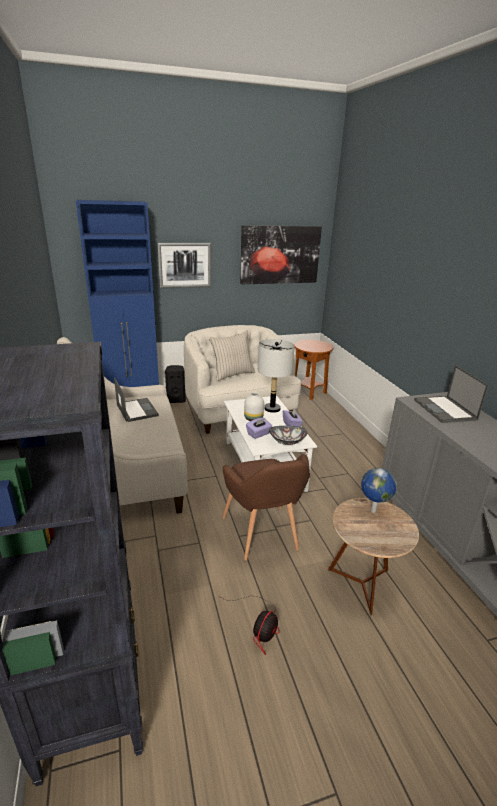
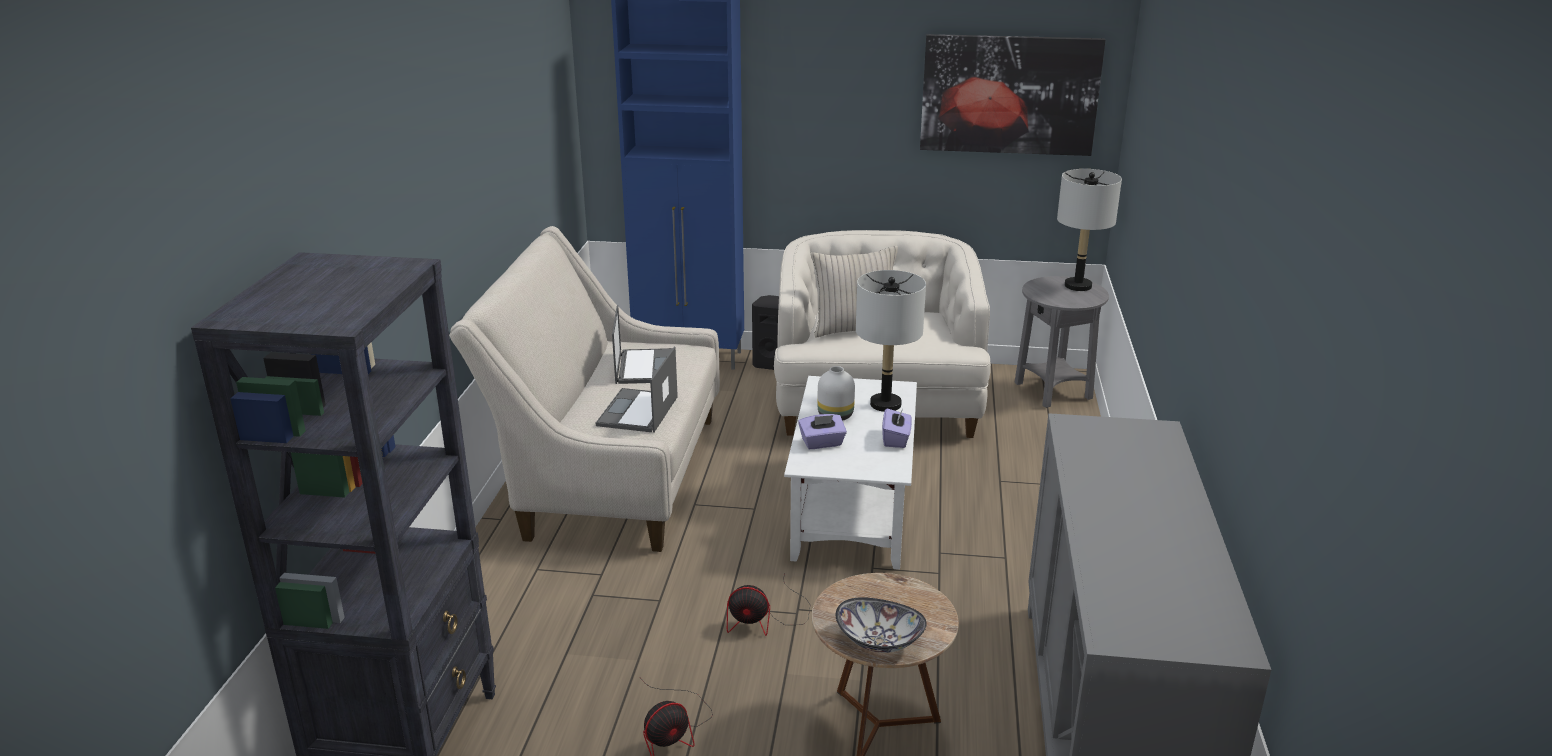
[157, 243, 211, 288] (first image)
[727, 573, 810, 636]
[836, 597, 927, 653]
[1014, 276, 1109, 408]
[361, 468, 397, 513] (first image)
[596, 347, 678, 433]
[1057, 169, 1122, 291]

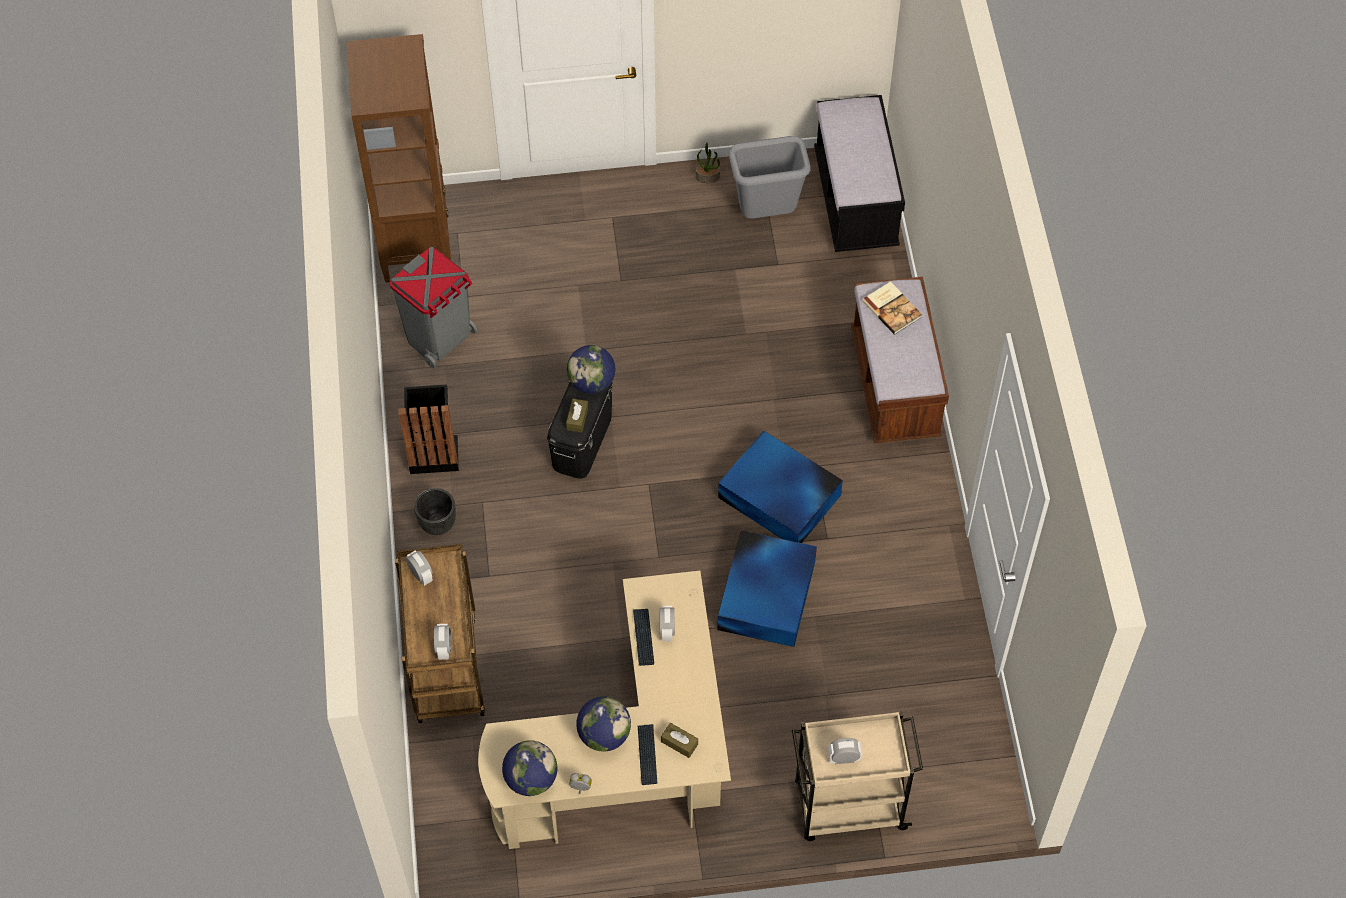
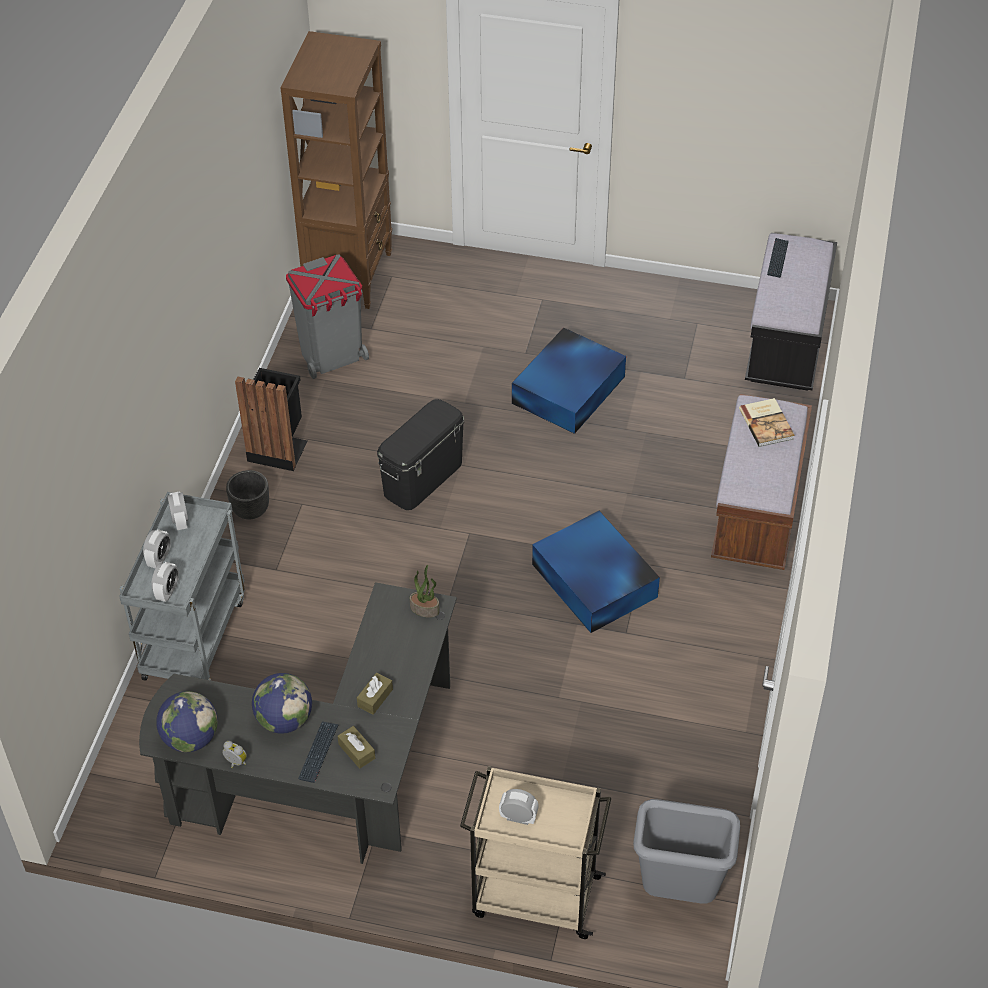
[119, 492, 245, 681]
[139, 582, 457, 864]
[357, 673, 393, 715]
[567, 345, 615, 394] (first image)
[767, 238, 789, 278]
[143, 529, 171, 568]
[410, 565, 440, 618]
[512, 327, 626, 434]
[633, 799, 740, 904]

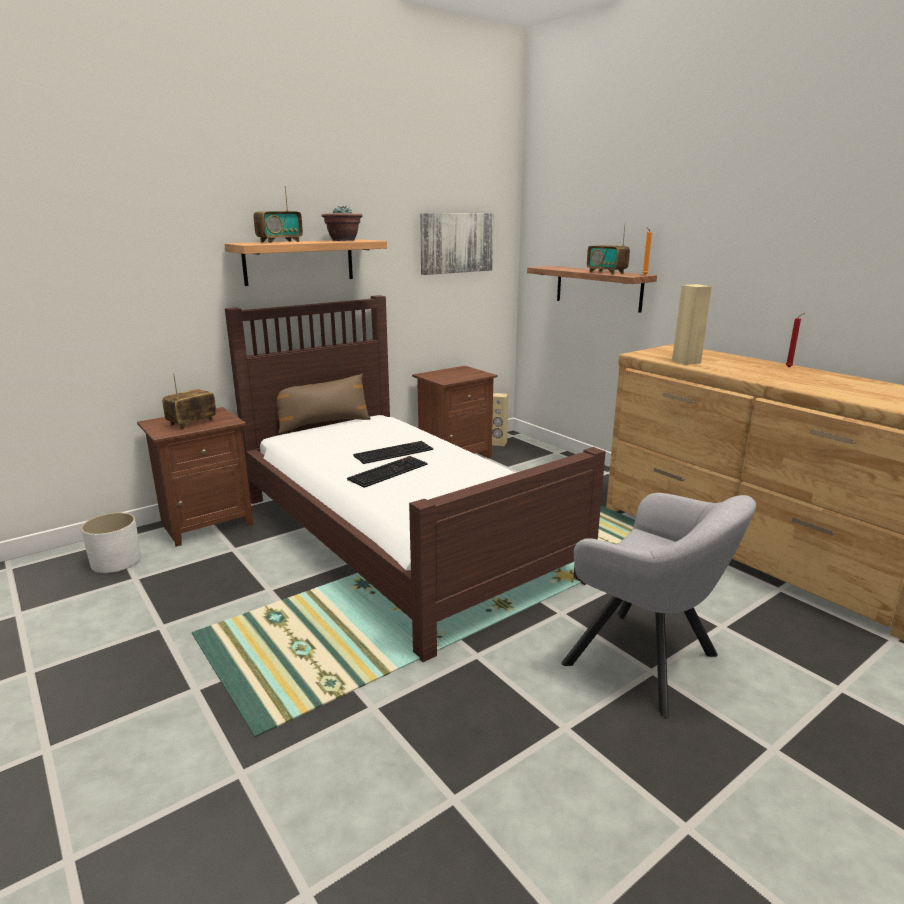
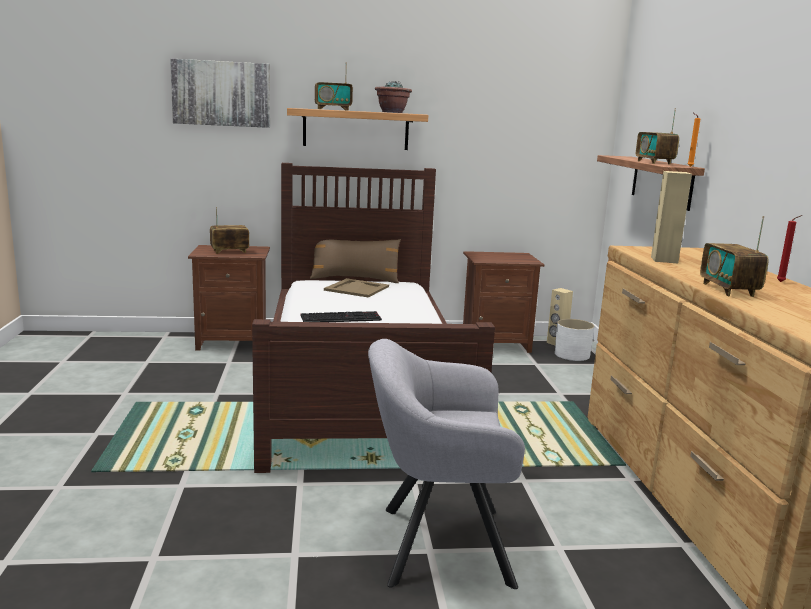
[555, 319, 595, 361]
[353, 441, 433, 464] (first image)
[170, 58, 270, 128]
[368, 339, 525, 589]
[324, 278, 389, 297]
[700, 216, 768, 297]

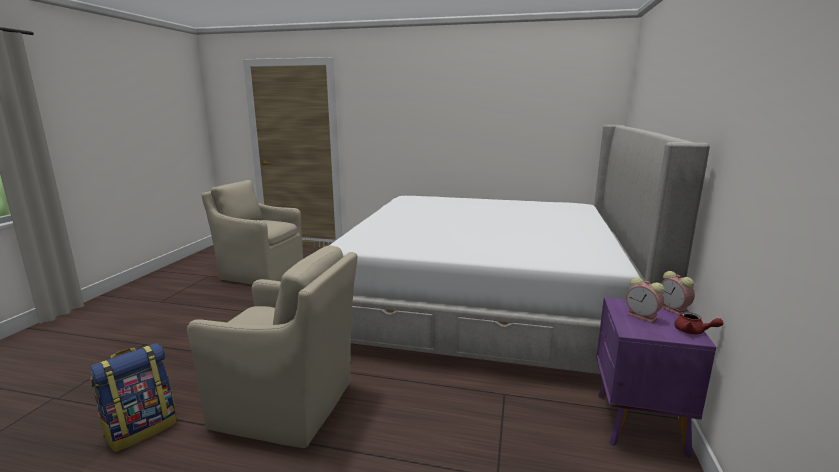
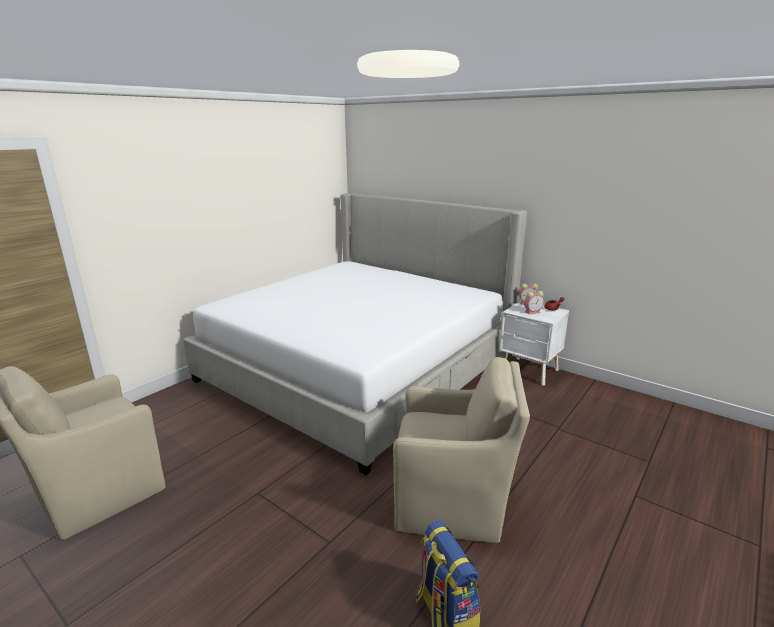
[393, 357, 530, 543]
[499, 300, 569, 386]

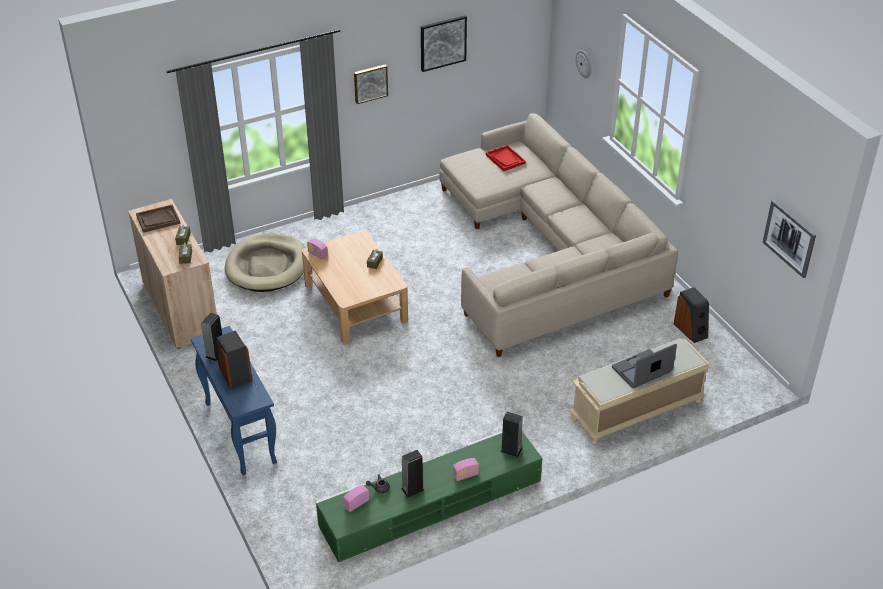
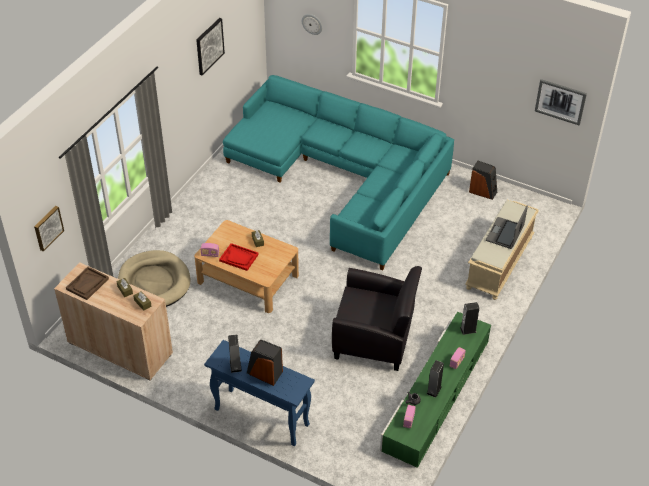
[34, 206, 64, 252]
[223, 75, 454, 271]
[219, 243, 259, 271]
[332, 266, 422, 371]

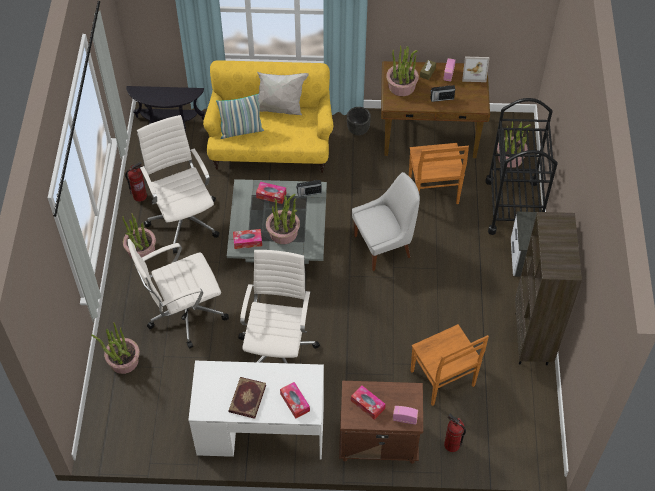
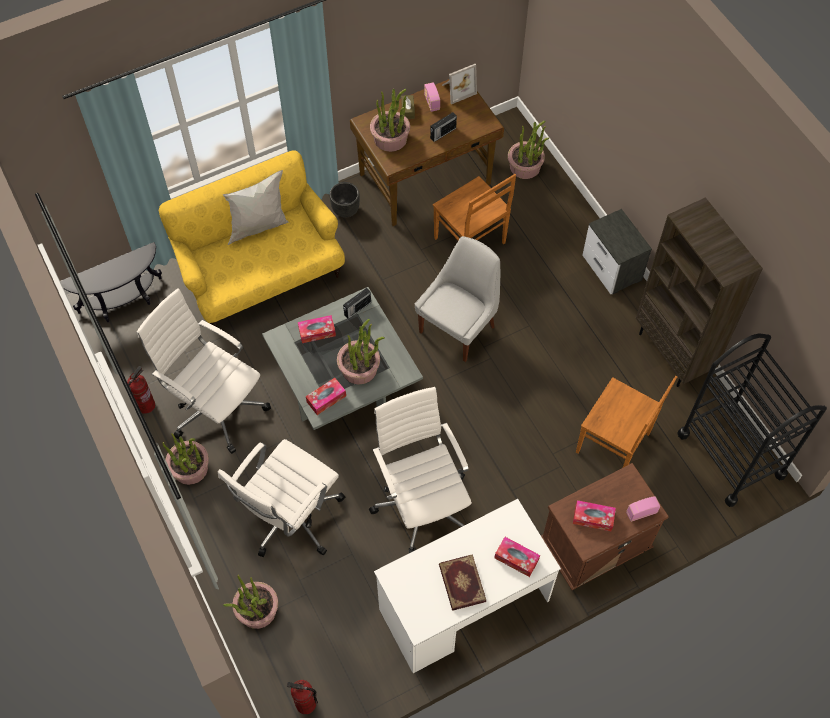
[216, 94, 264, 139] (first image)
[287, 680, 318, 714]
[677, 334, 827, 507]

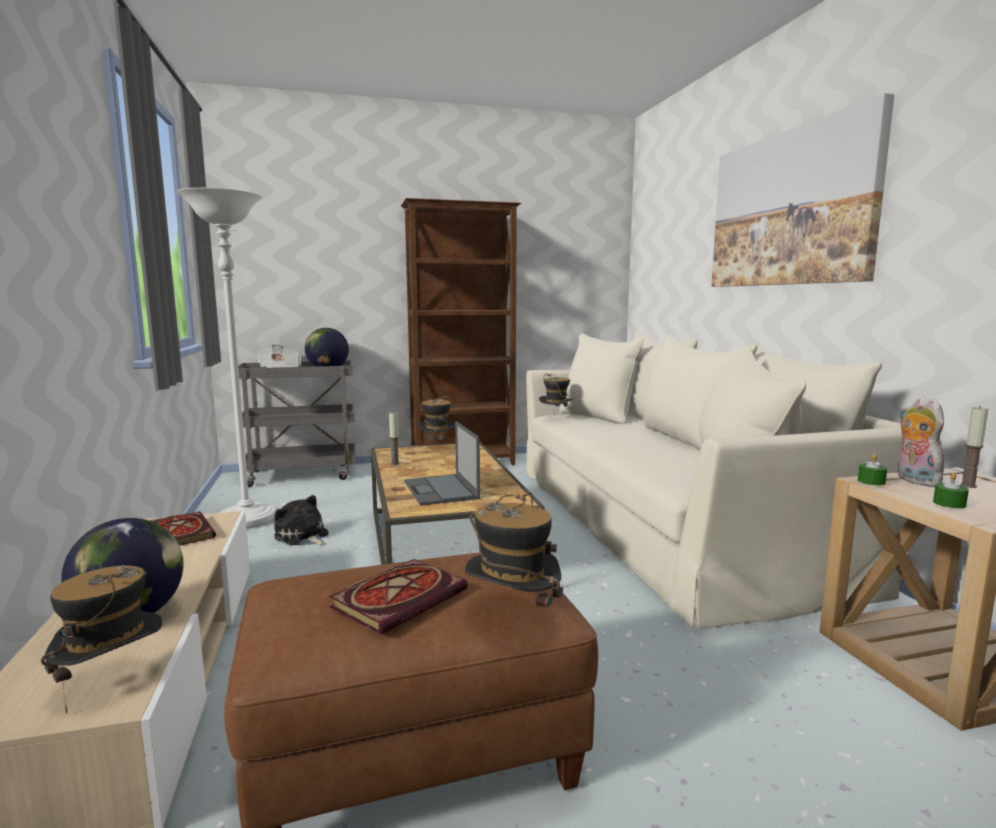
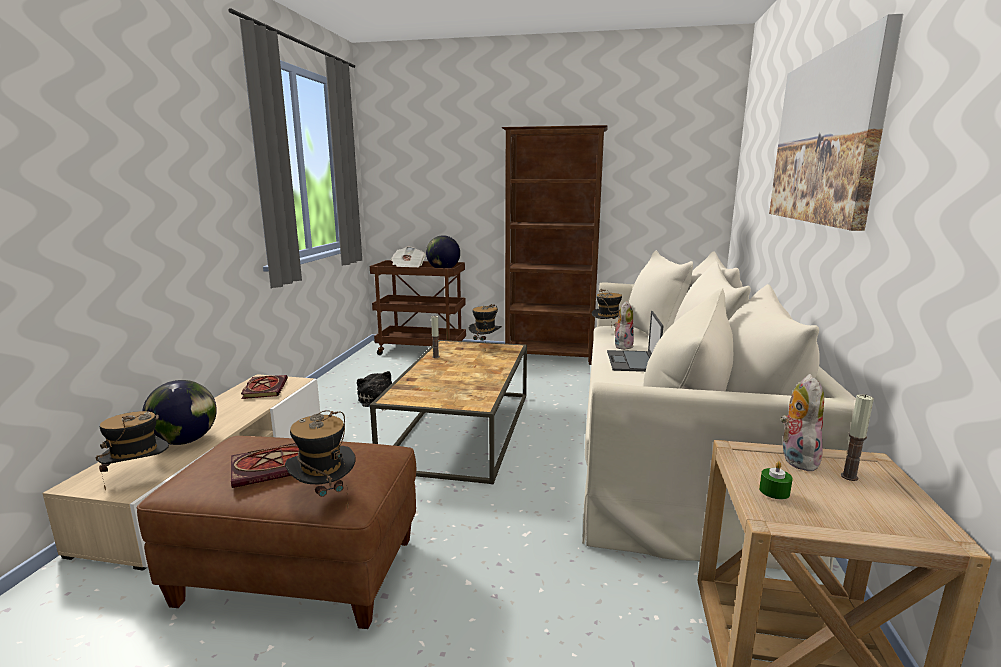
[176, 188, 276, 528] (first image)
[370, 260, 466, 355]
[607, 311, 663, 372]
[858, 454, 887, 485] (first image)
[613, 301, 634, 350]

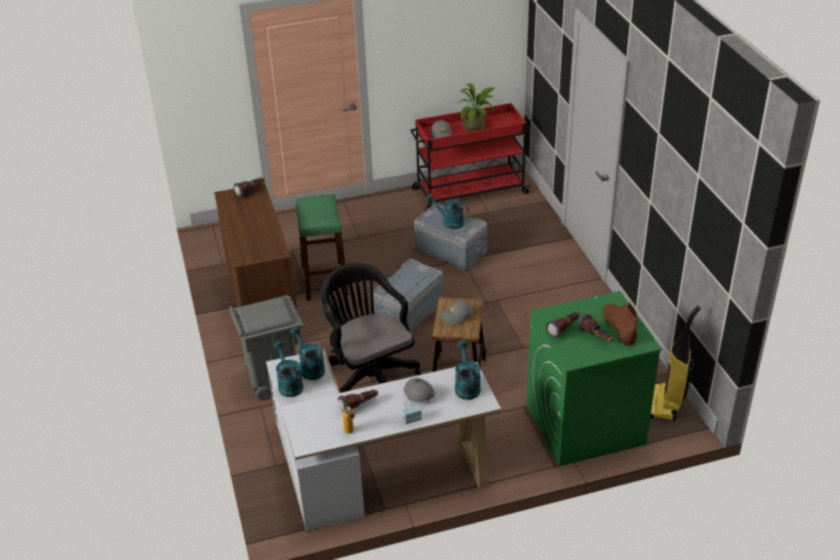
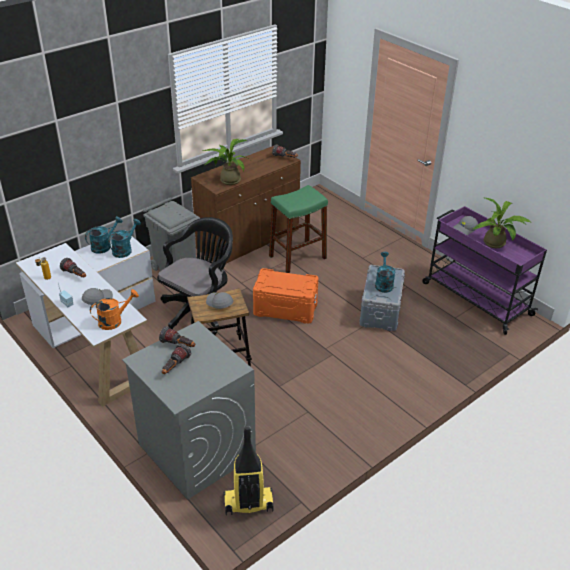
[253, 268, 318, 324]
[422, 206, 547, 335]
[90, 289, 139, 330]
[122, 321, 256, 500]
[603, 303, 638, 346] (first image)
[202, 139, 250, 185]

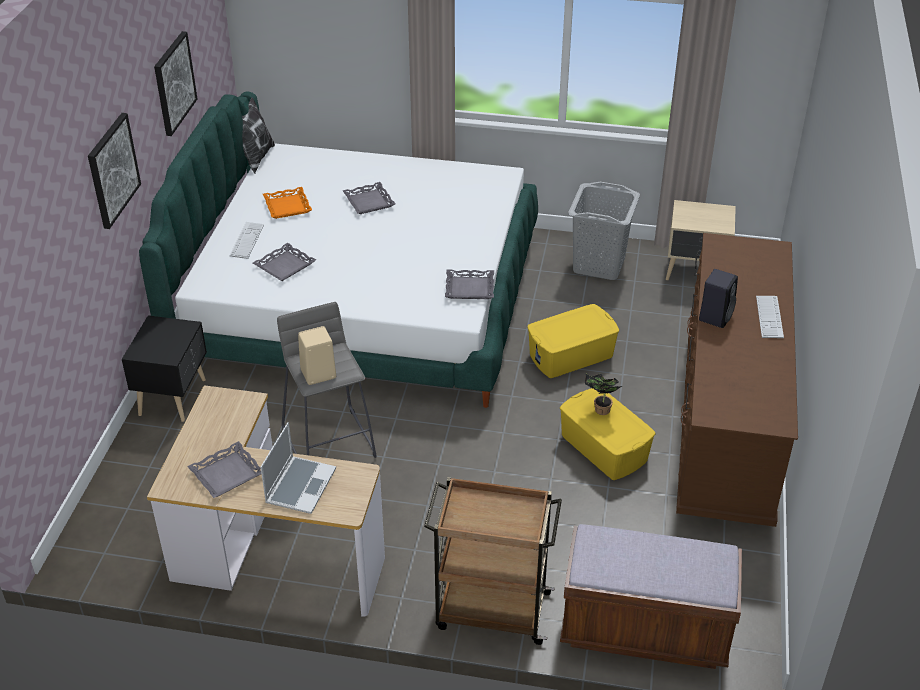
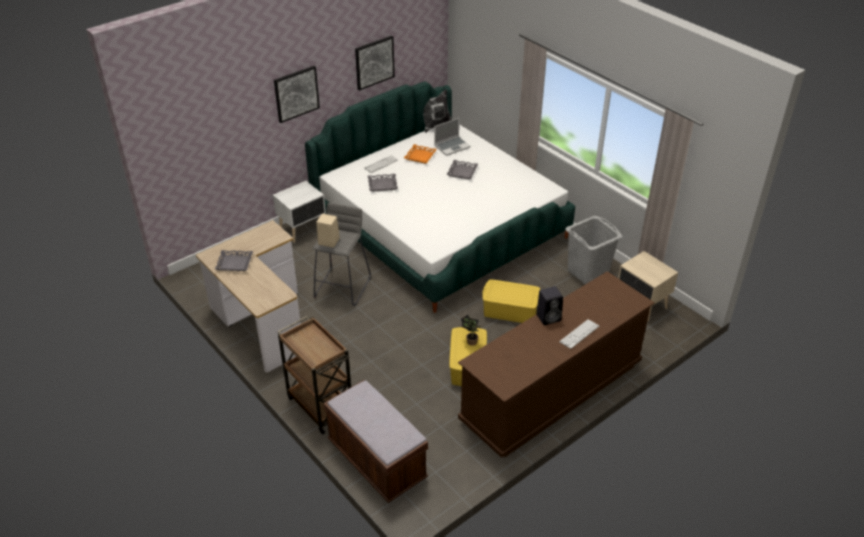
[273, 181, 326, 243]
[434, 118, 471, 156]
[445, 270, 494, 299] (first image)

